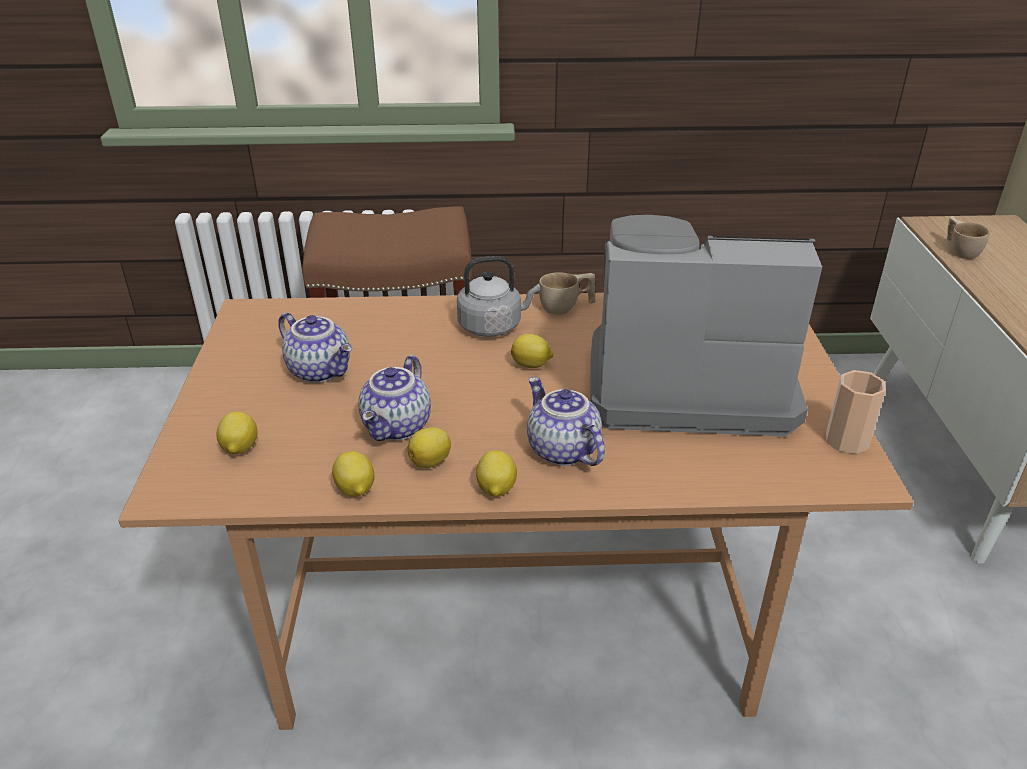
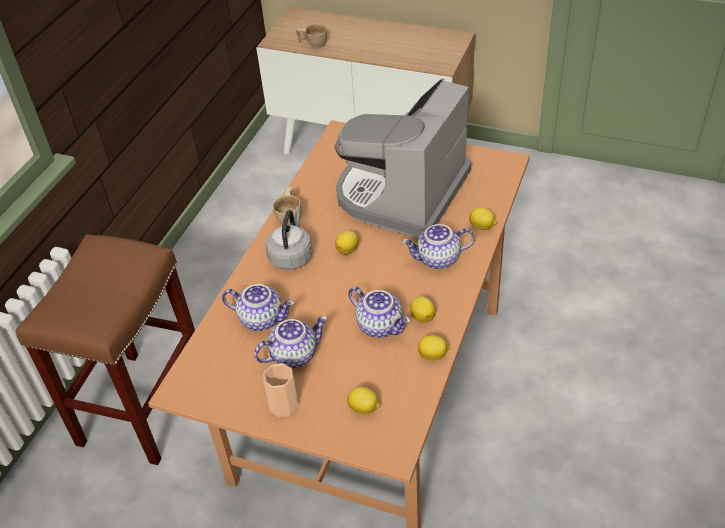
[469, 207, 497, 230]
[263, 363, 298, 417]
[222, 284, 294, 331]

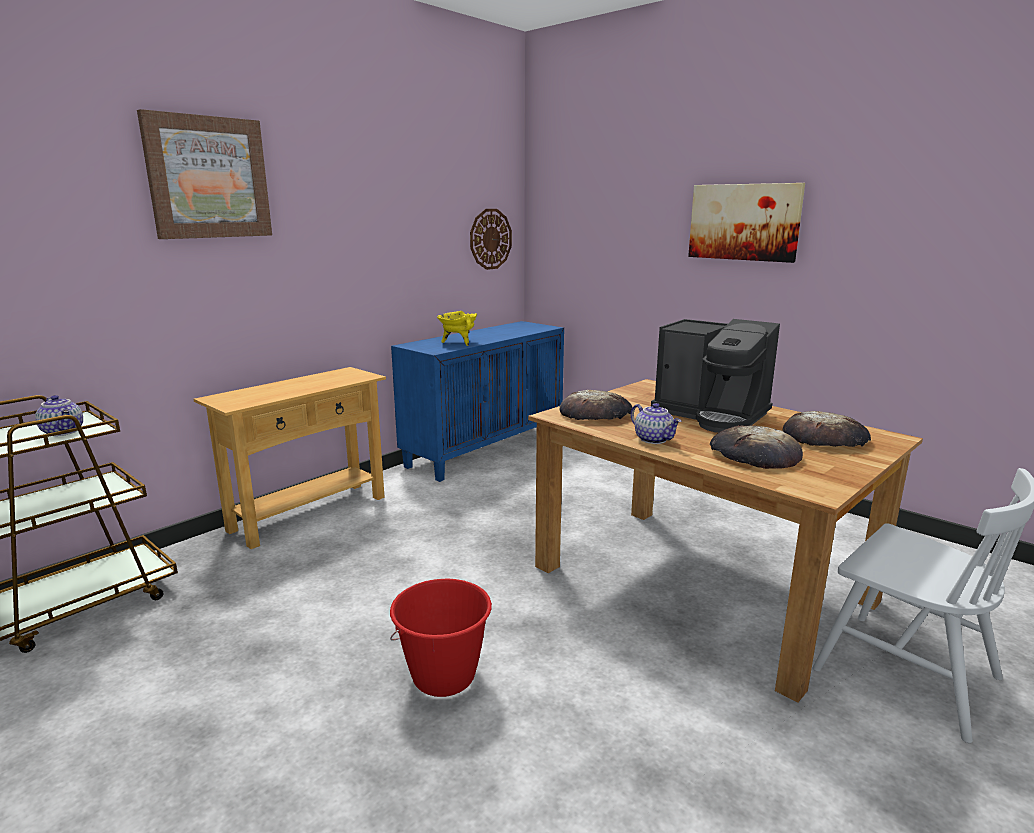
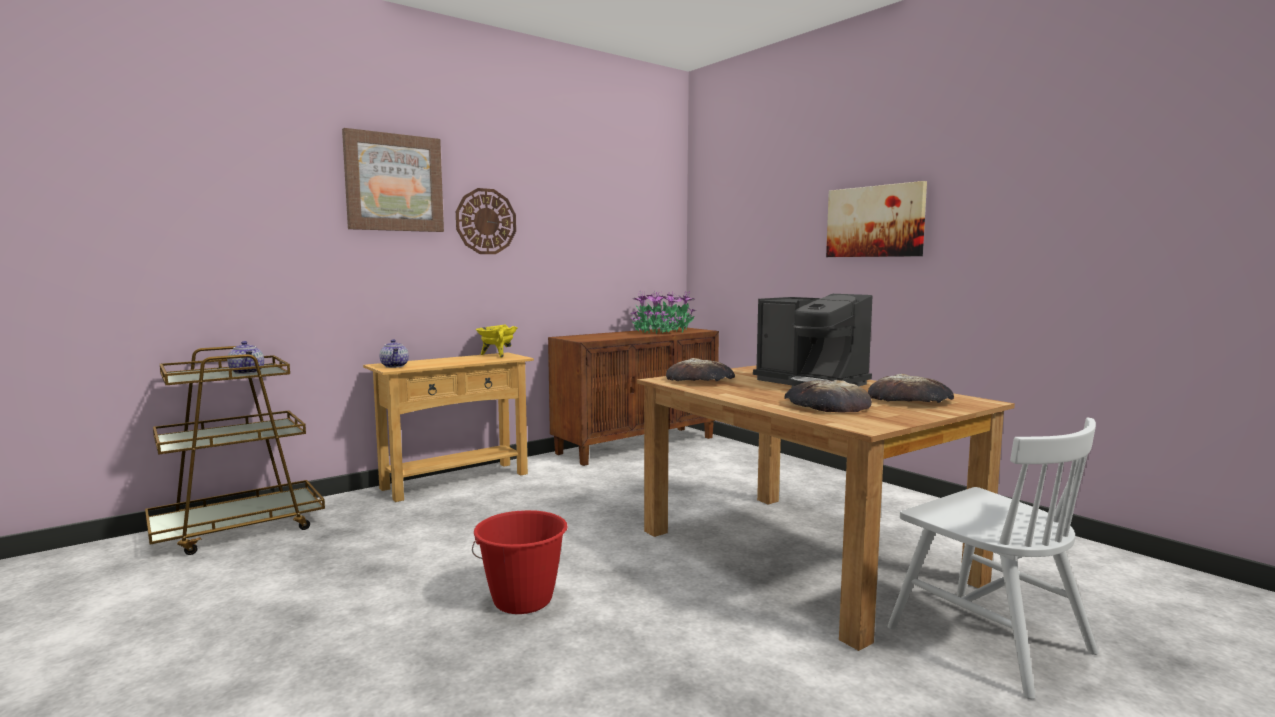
[548, 327, 719, 466]
[476, 324, 517, 358]
[456, 188, 516, 254]
[380, 339, 409, 368]
[631, 291, 696, 334]

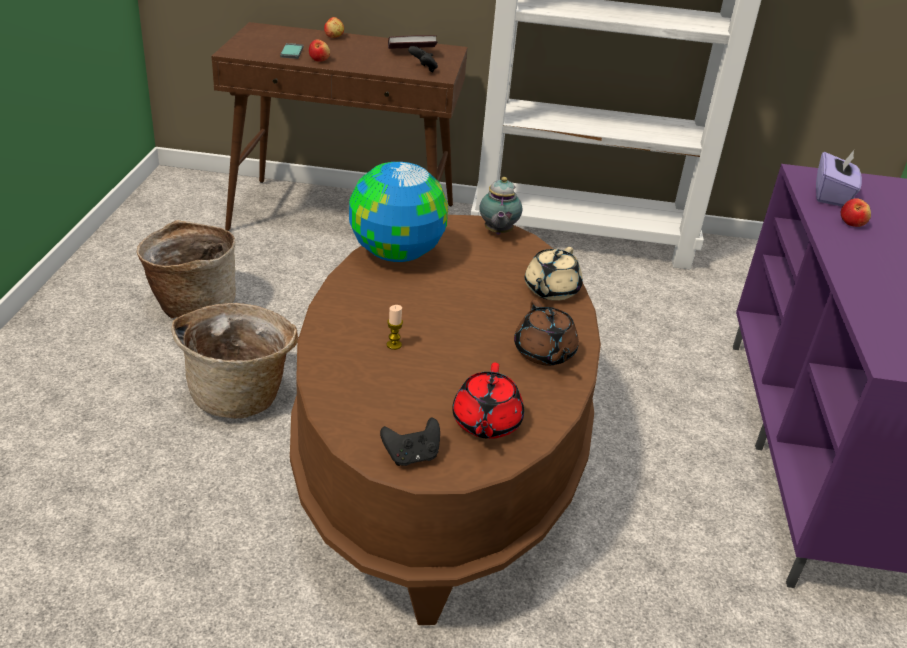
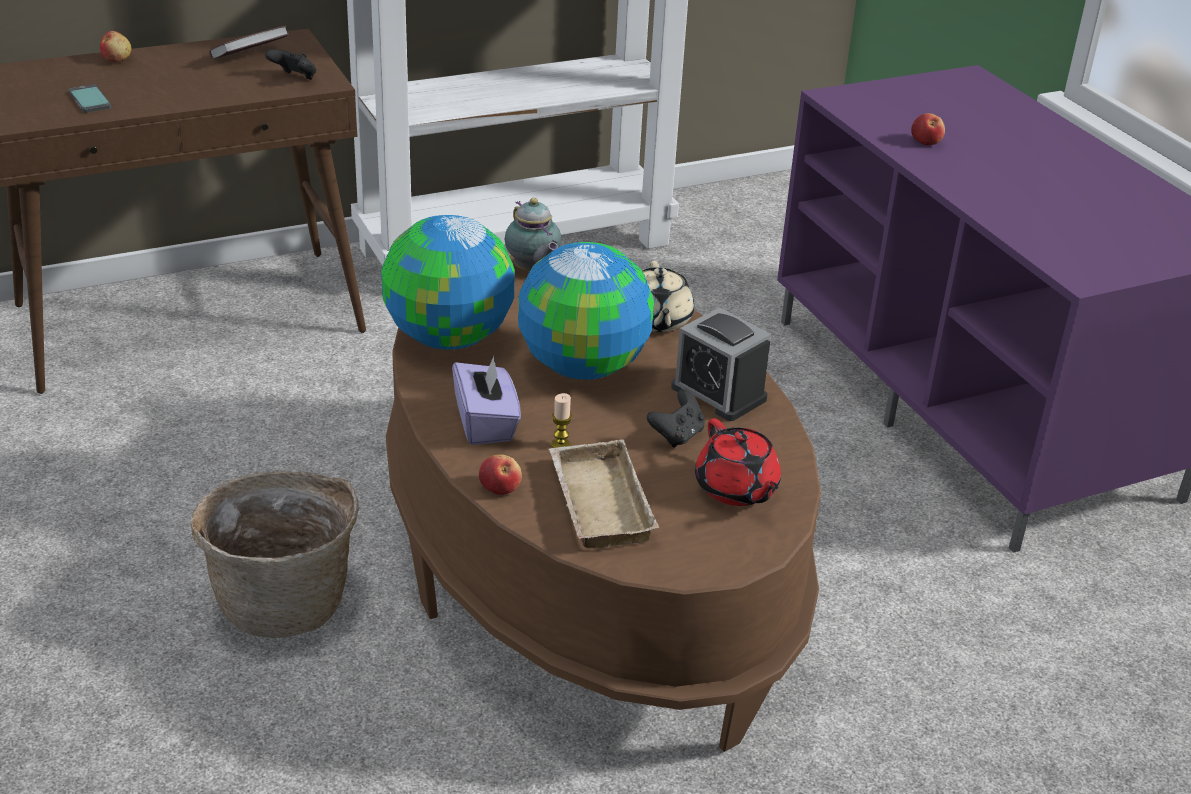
[137, 220, 236, 319] (first image)
[479, 454, 522, 495]
[647, 389, 705, 448]
[671, 307, 771, 421]
[452, 356, 521, 445]
[518, 242, 654, 380]
[549, 439, 659, 548]

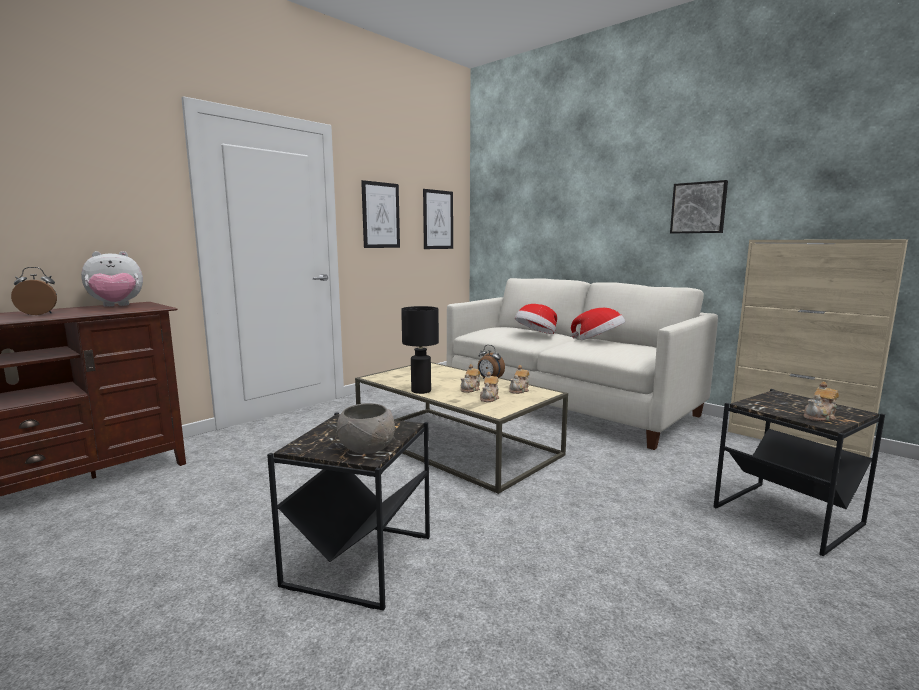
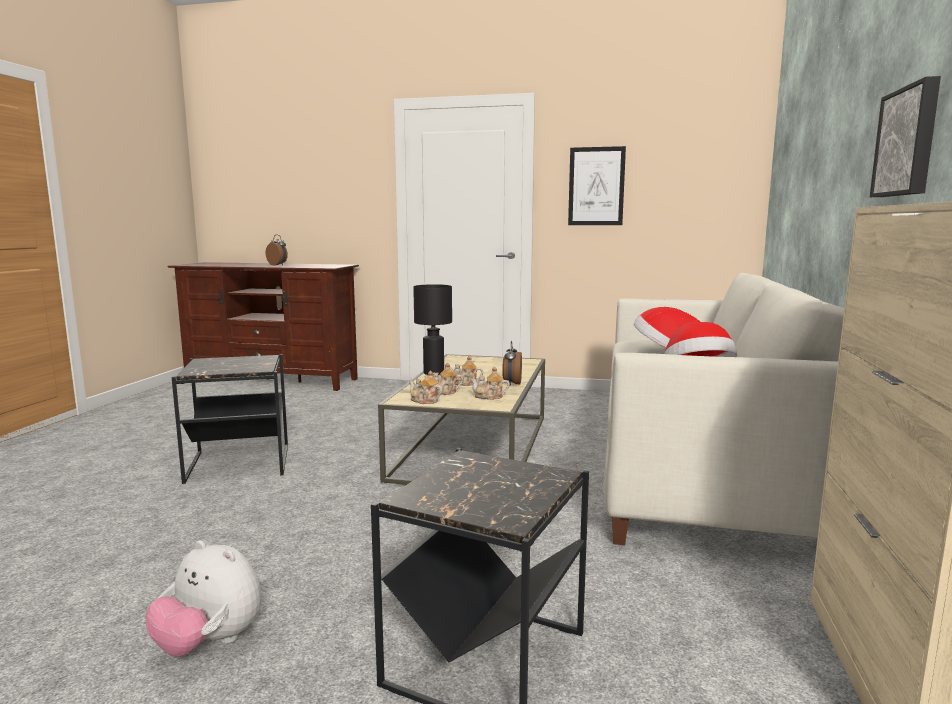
[145, 540, 261, 657]
[336, 403, 395, 454] (first image)
[423, 189, 453, 249] (first image)
[409, 371, 443, 404]

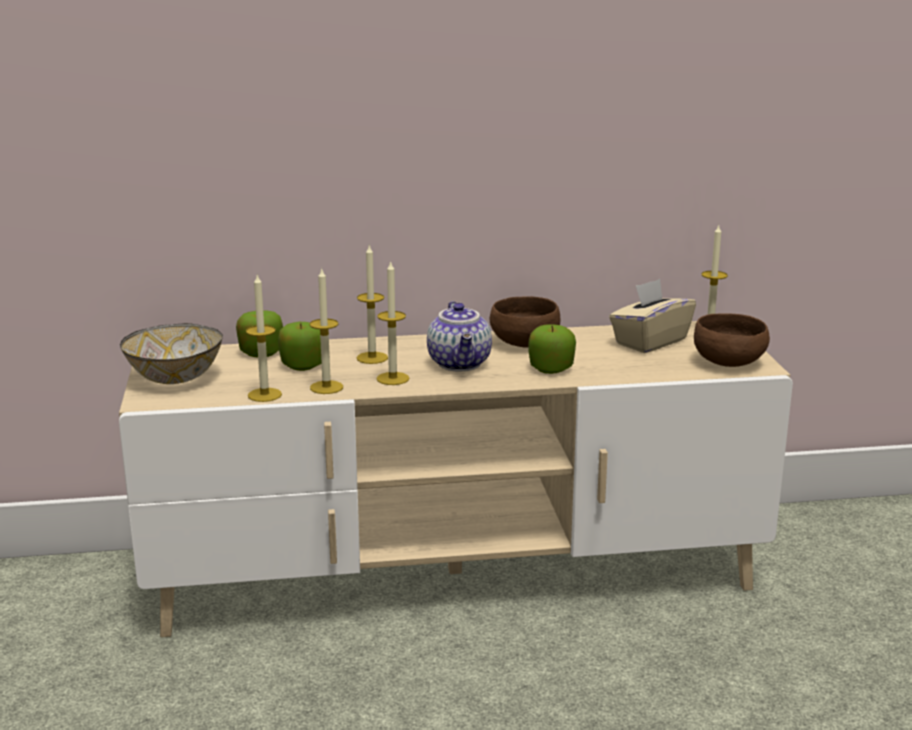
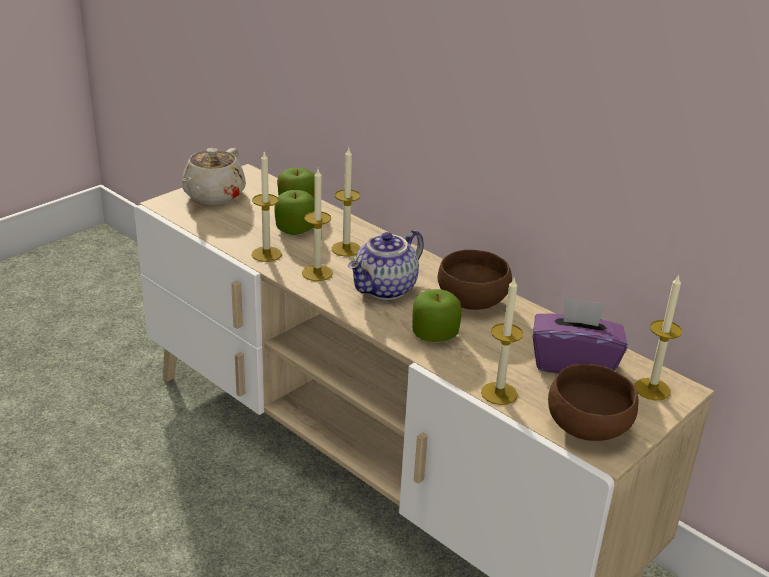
[182, 148, 246, 205]
[481, 276, 523, 405]
[533, 297, 627, 374]

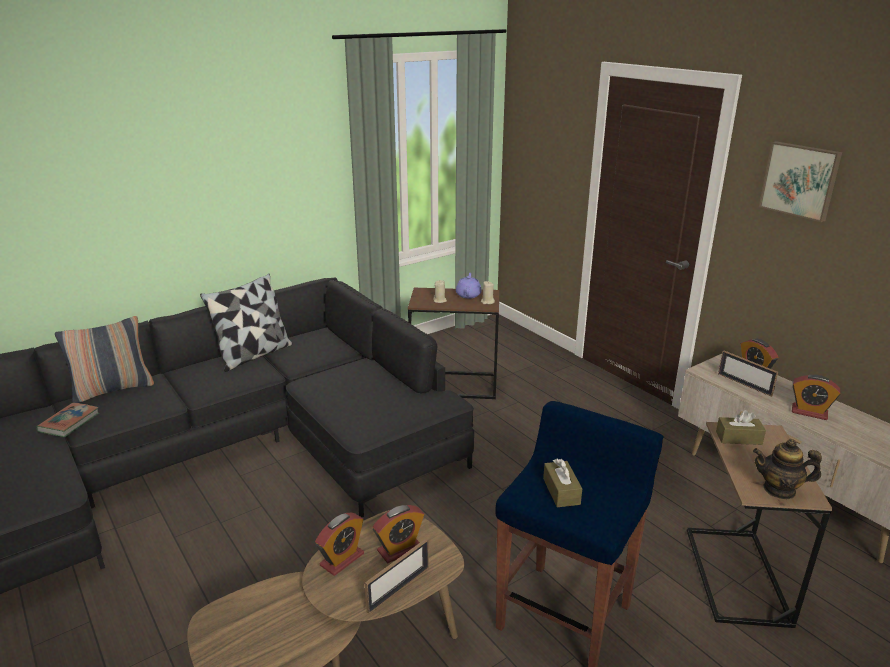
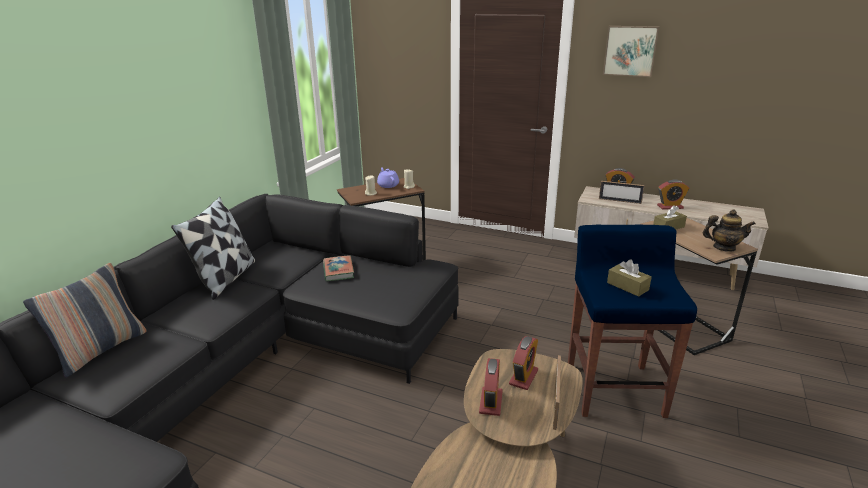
[323, 255, 354, 281]
[703, 209, 756, 252]

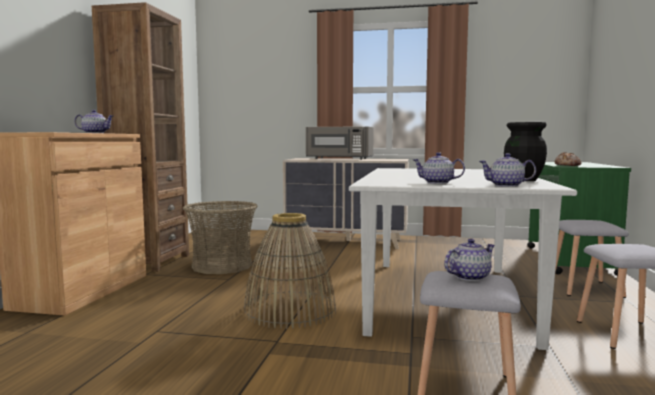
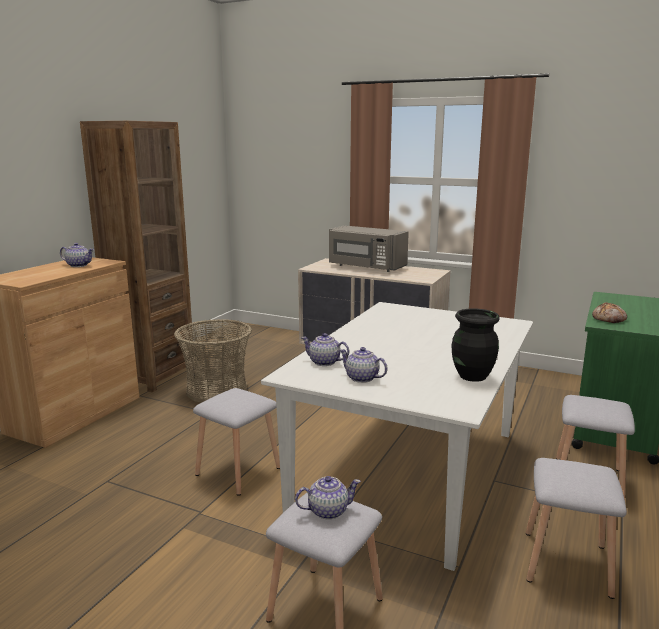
[193, 388, 280, 496]
[301, 333, 349, 366]

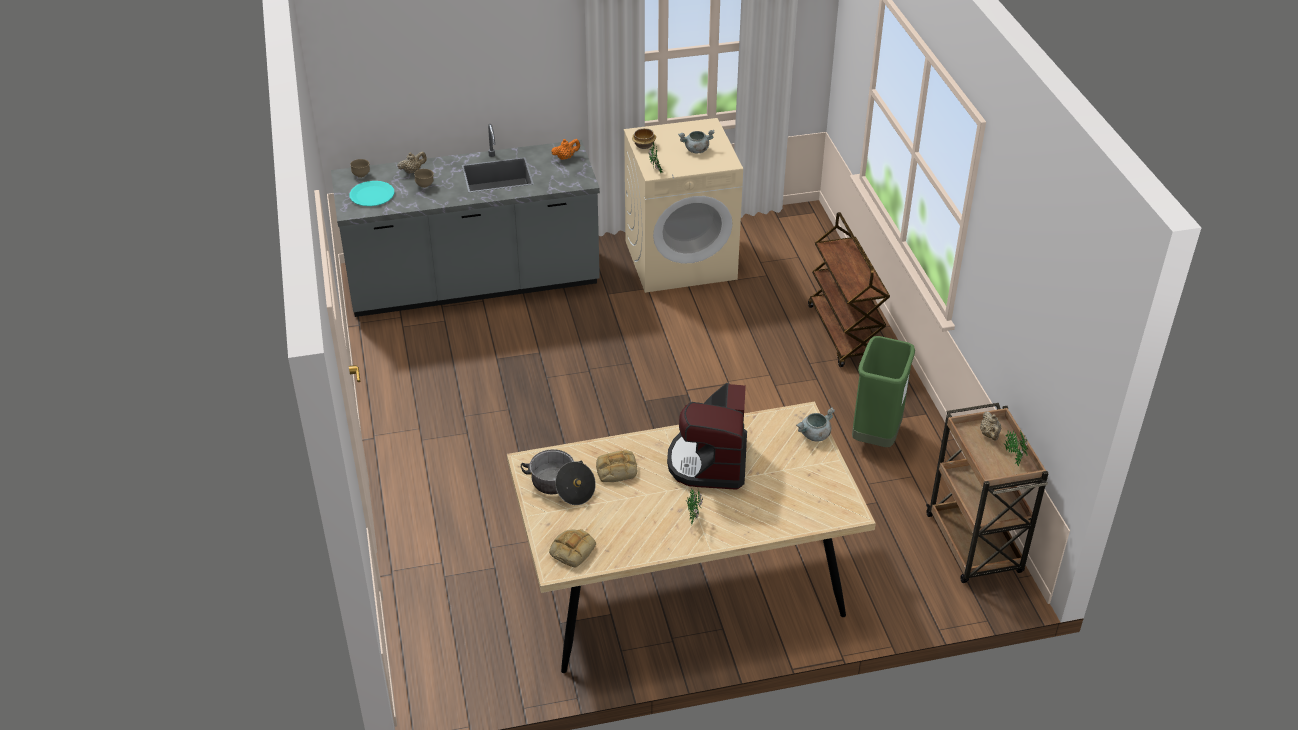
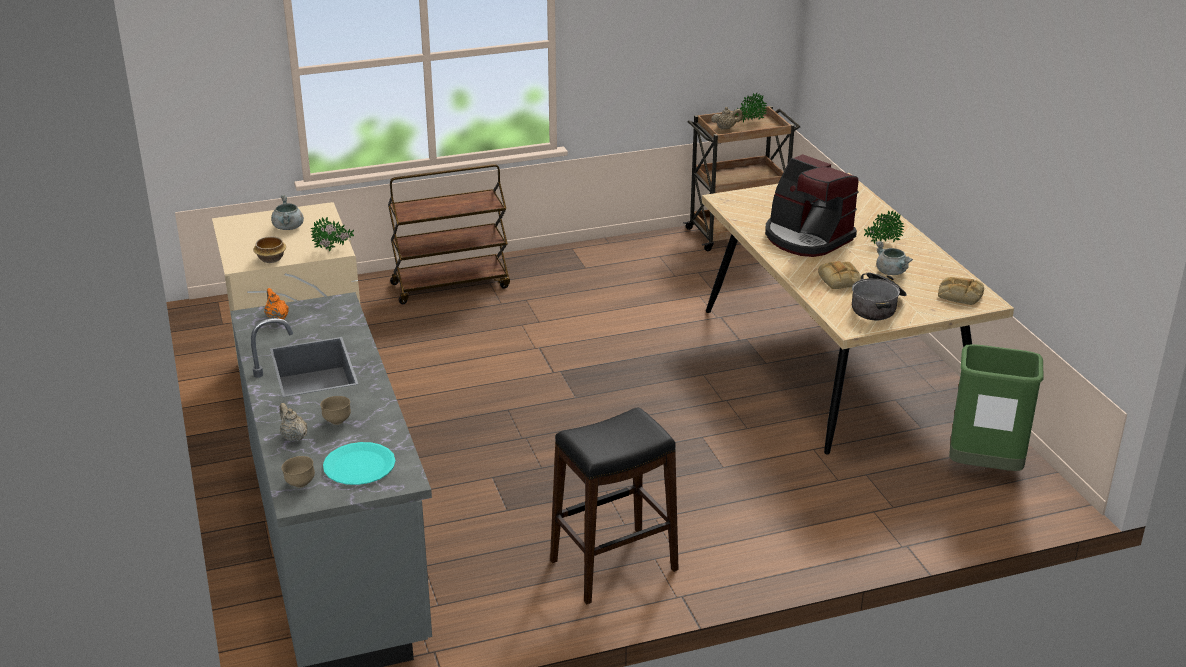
[765, 154, 859, 257]
[876, 241, 913, 275]
[949, 344, 1043, 471]
[550, 408, 679, 605]

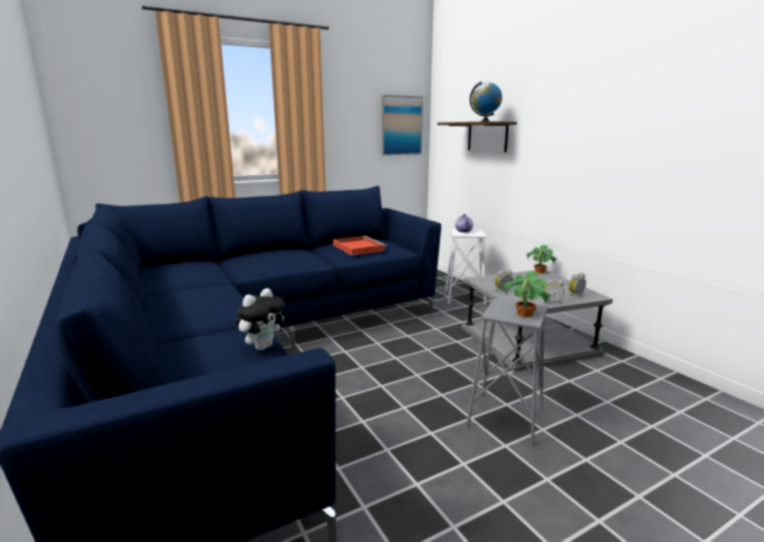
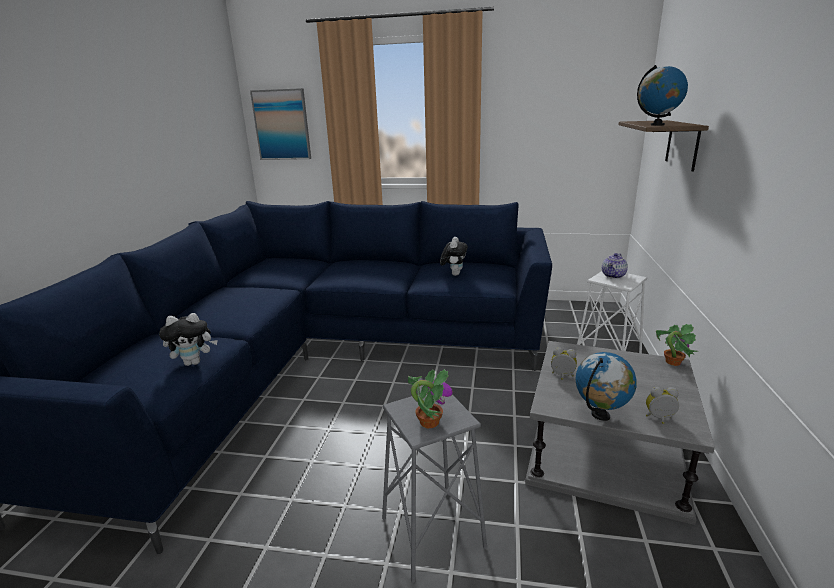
[440, 237, 468, 276]
[250, 88, 311, 160]
[575, 352, 637, 421]

